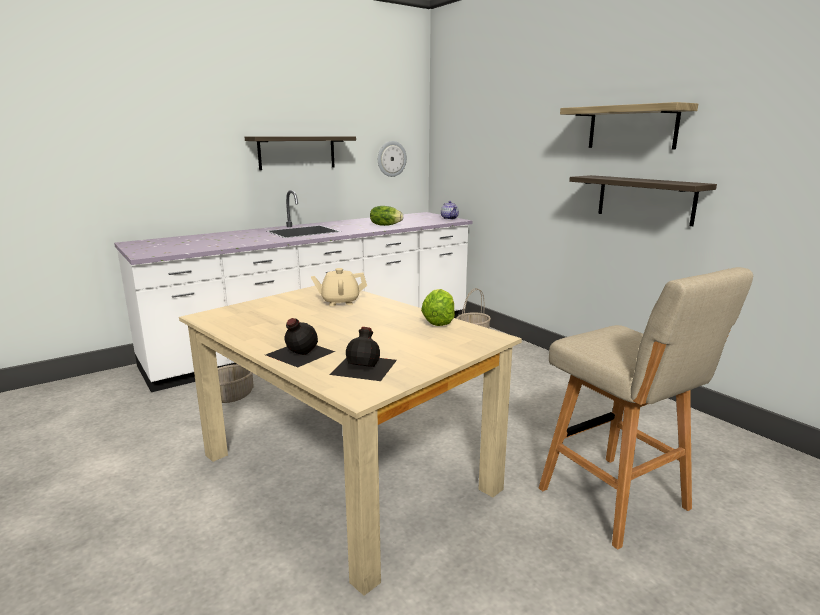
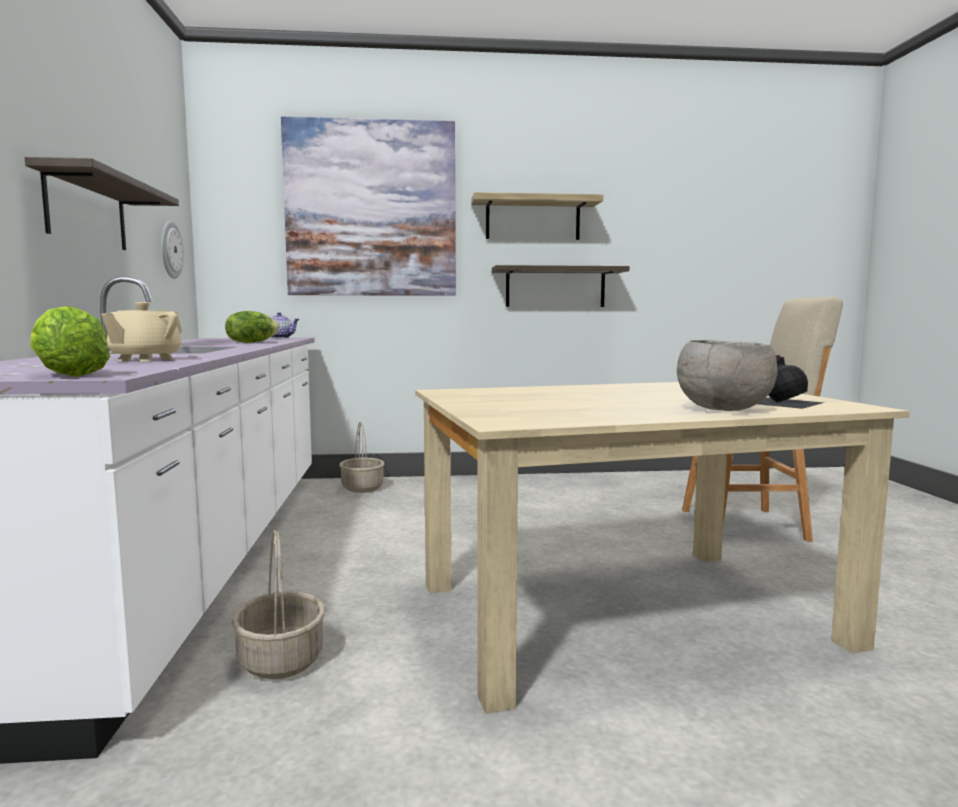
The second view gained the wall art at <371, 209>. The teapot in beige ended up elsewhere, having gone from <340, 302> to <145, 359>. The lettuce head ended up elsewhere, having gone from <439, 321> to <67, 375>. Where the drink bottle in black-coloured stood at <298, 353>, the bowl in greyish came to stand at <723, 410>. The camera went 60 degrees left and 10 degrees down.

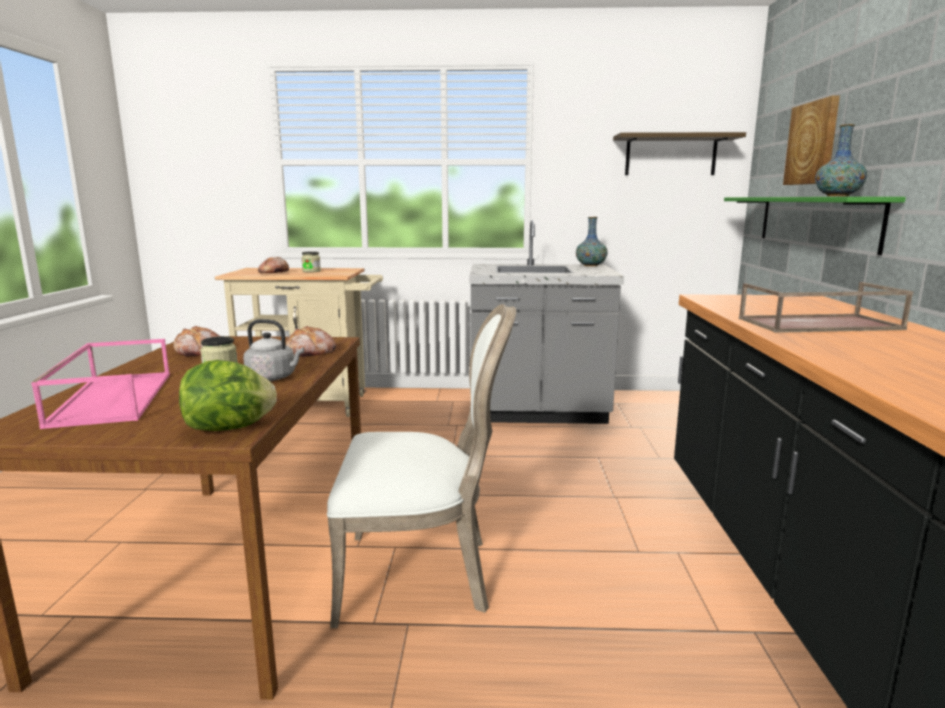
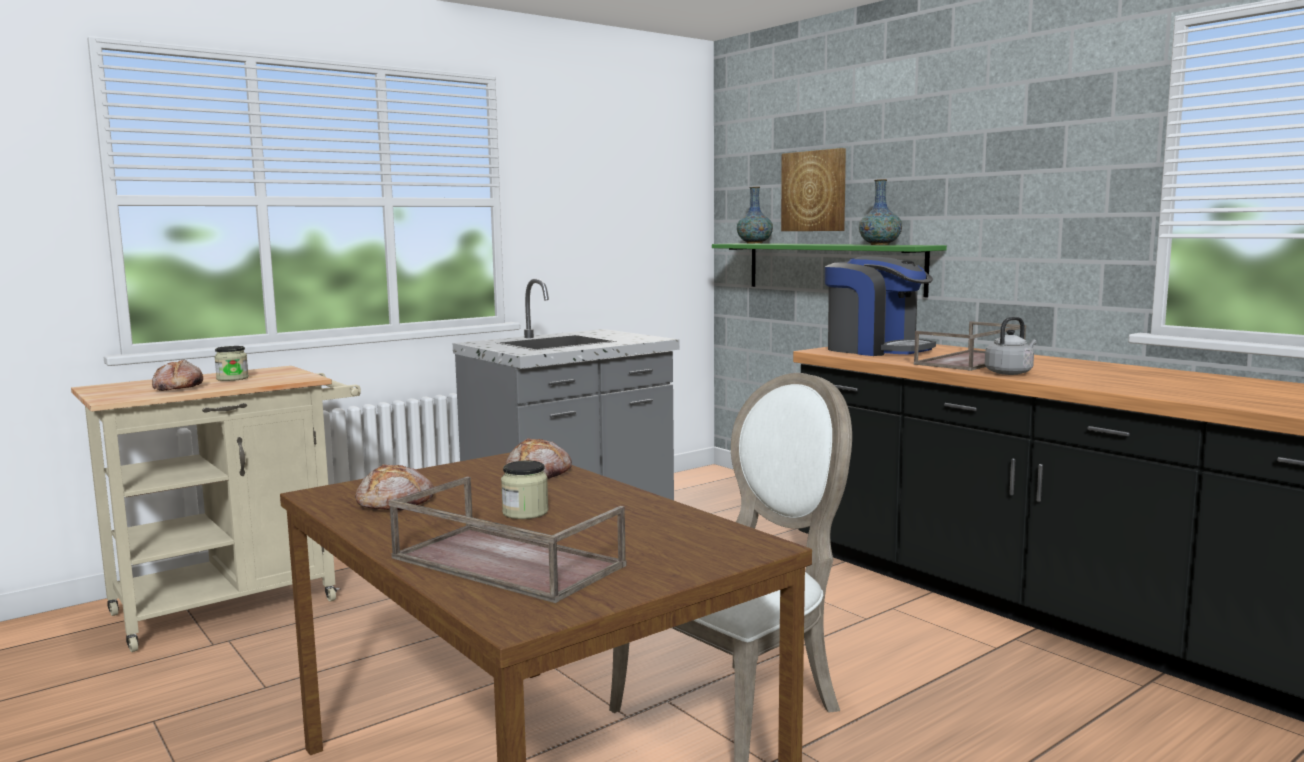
The second view lost the lettuce head at <229, 428>. The second view lost the bracket shelf at <670, 155>. The second view gained the coffee machine at <876, 350>. The kettle in greyish ended up elsewhere, having gone from <274, 378> to <1010, 373>. The flower vase ended up elsewhere, having gone from <590, 265> to <754, 243>. What was the carrying tray in pink at <111, 398> turned into the carrying tray in brownish at <503, 562>. The camera went 40 degrees left and 5 degrees down.

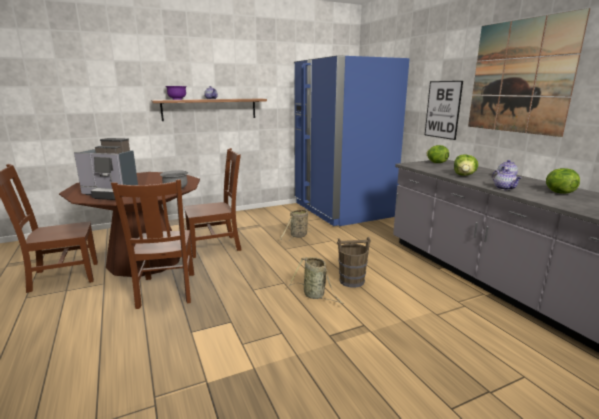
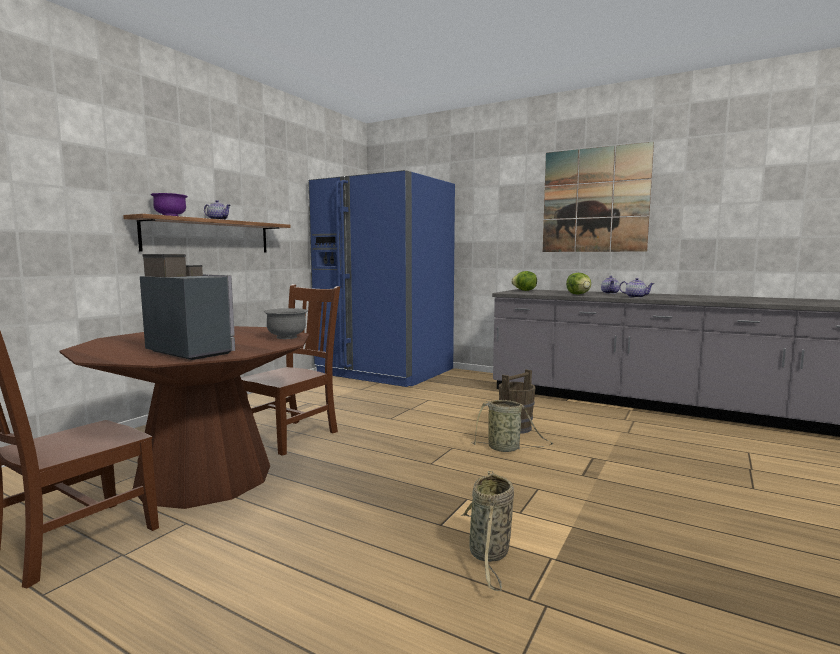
The second view lost the upright chair in brownish at <166, 291>. The second view lost the wall art at <443, 109>. The second view lost the lettuce head at <558, 192>. The household basket ended up elsewhere, having gone from <298, 236> to <489, 555>. The coffee machine at <110, 194> ended up facing another way, 120 degrees counterclockwise from before. The camera went 35 degrees left and 10 degrees down.

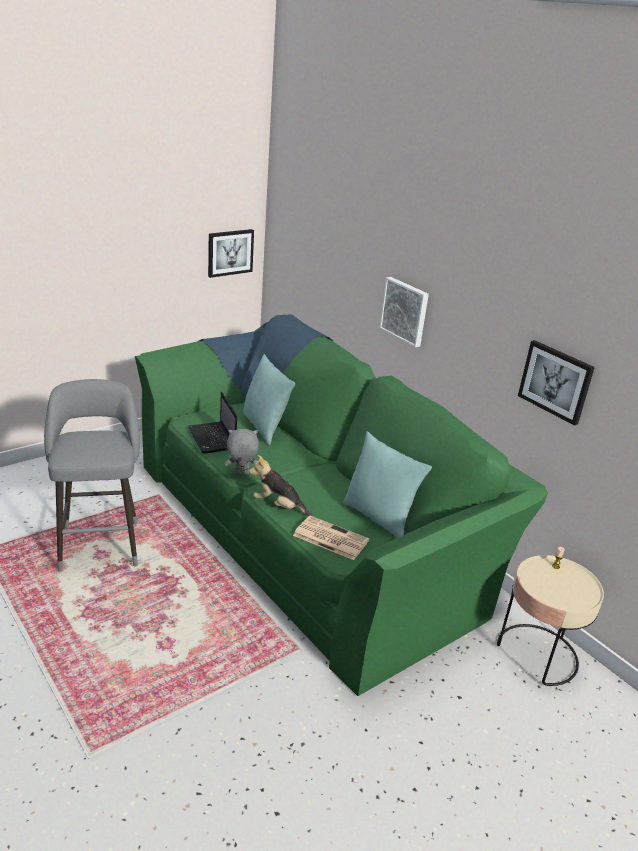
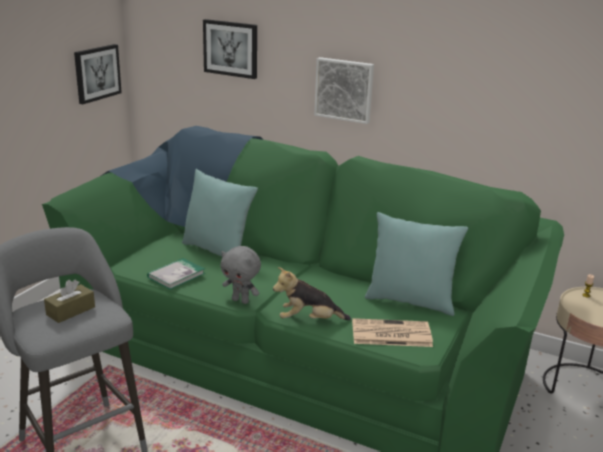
The second view gained the tissue holder in brownish at <70, 311>. The wall art ended up elsewhere, having gone from <556, 381> to <231, 48>. Where the notebook computer stood at <212, 439>, the volume came to stand at <176, 275>. The plush toy in greyish at <241, 474> ended up facing another way, 120 degrees counterclockwise from before. The camera went 25 degrees left and 5 degrees down.

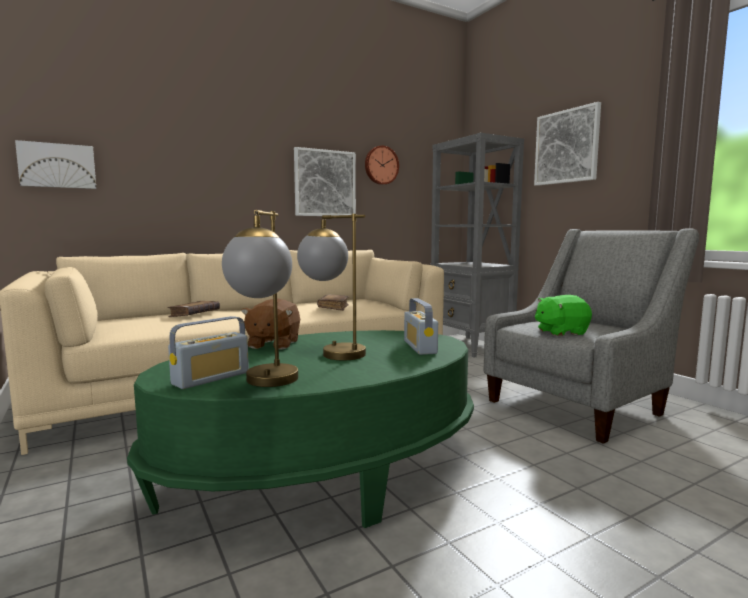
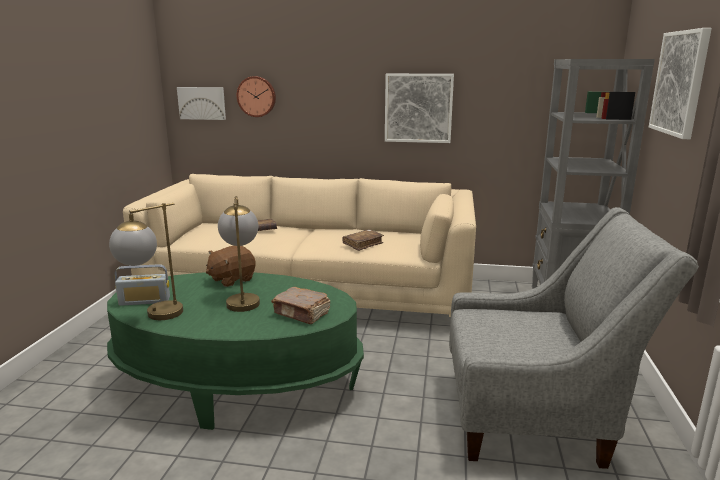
The second view lost the plush toy in greenish at <560, 332>. The clock on the wall ended up elsewhere, having gone from <381, 165> to <257, 96>. Where the radio set stood at <420, 347>, the volume in brownish came to stand at <302, 314>. The camera went 40 degrees right and 10 degrees up.

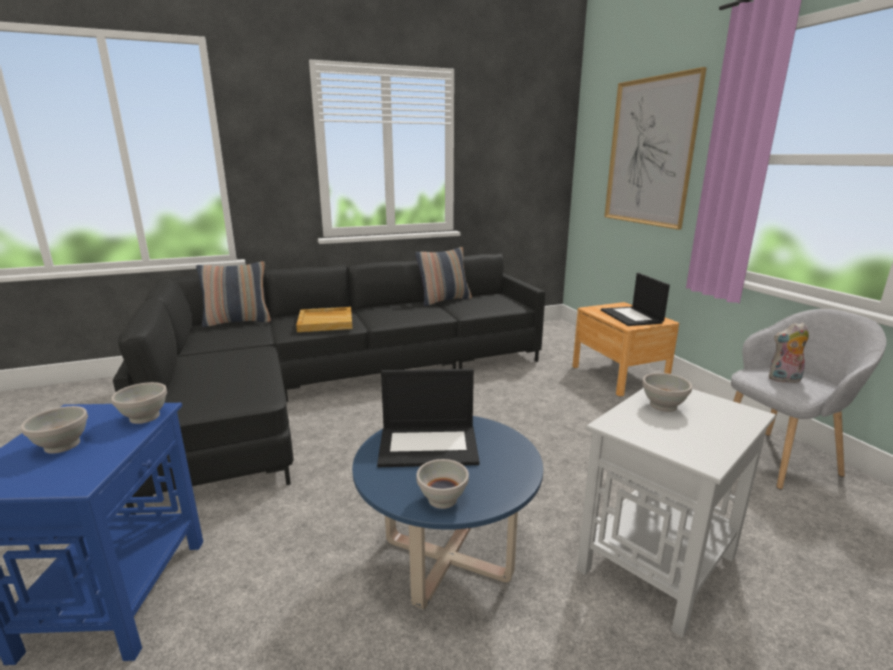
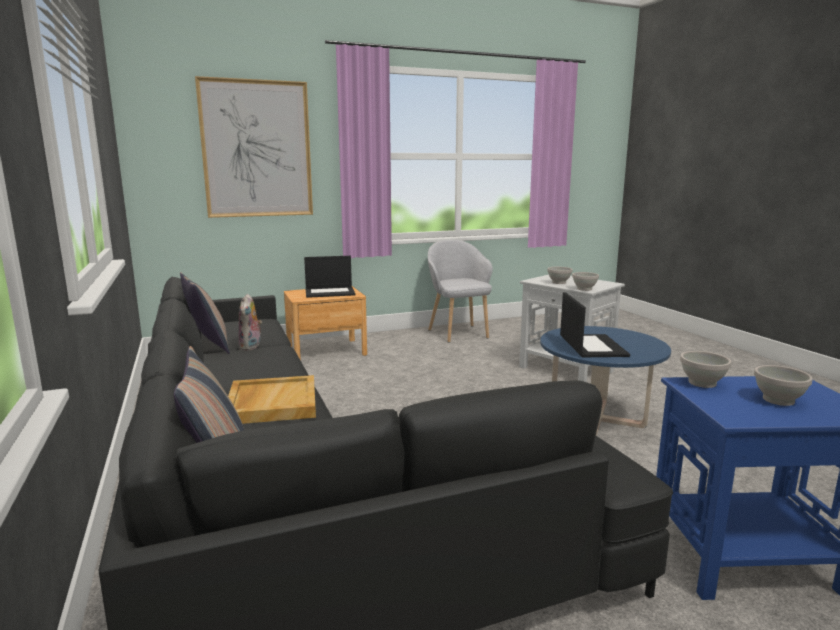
The bowl in white ended up elsewhere, having gone from <442, 500> to <585, 289>. The plush toy ended up elsewhere, having gone from <784, 380> to <251, 347>. The camera went 90 degrees left and 5 degrees down.

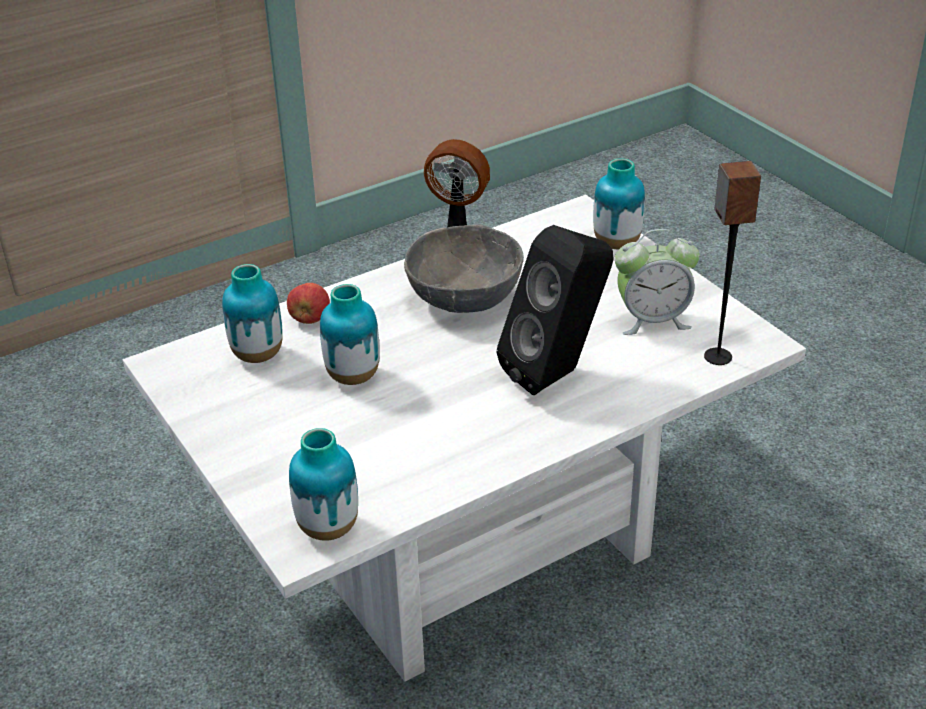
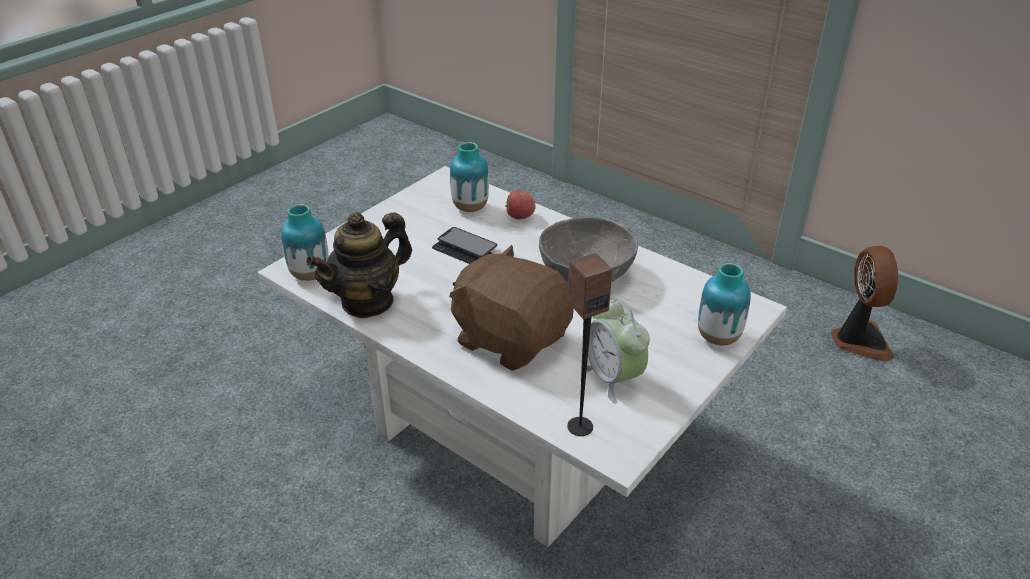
The second view gained the teapot at <367, 301>. Where the flower vase stood at <353, 376>, the handset came to stand at <464, 248>. Where the loudspeaker in black-coloured stood at <558, 374>, the plush toy in brownish came to stand at <511, 338>. The camera went 70 degrees right and 0 degrees up.

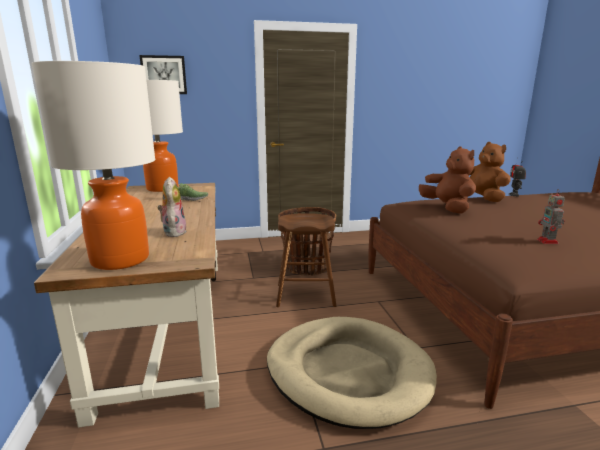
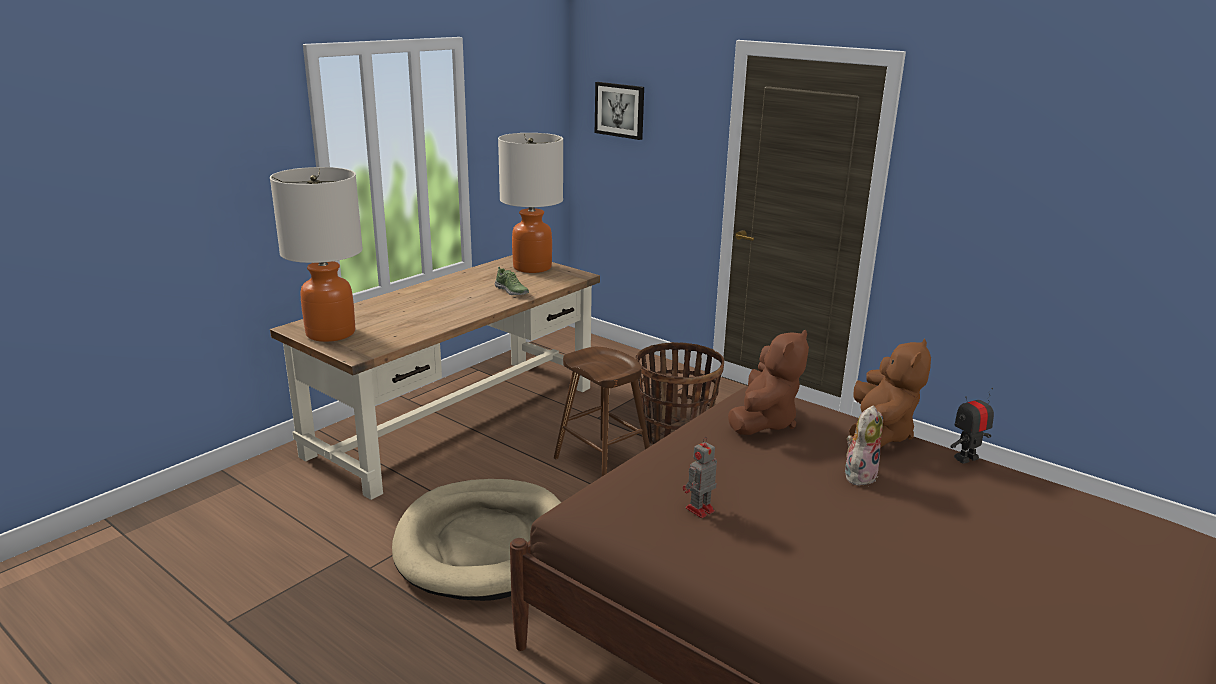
The plush toy ended up elsewhere, having gone from <173, 232> to <859, 475>. The camera went 50 degrees right and 5 degrees up.

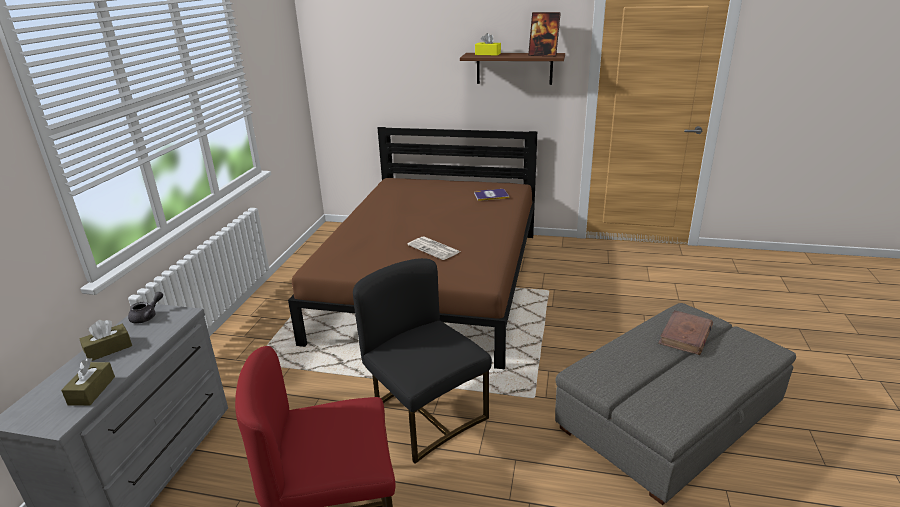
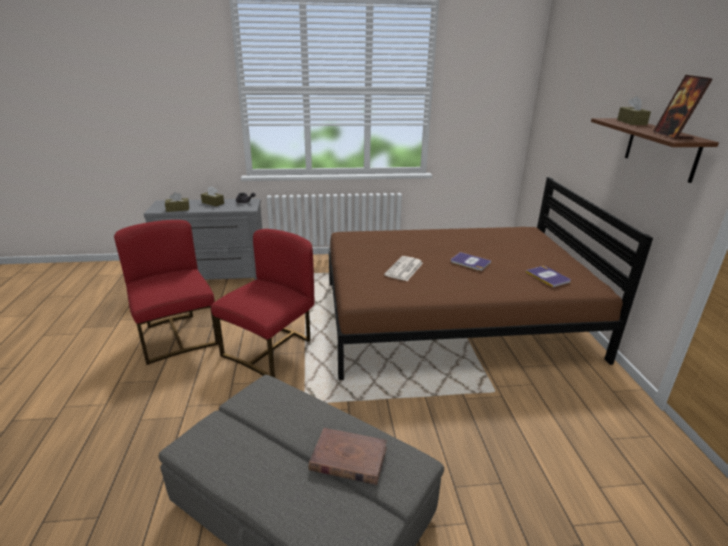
The second view gained the volume at <470, 262>. What was the upright chair in black-coloured at <425, 414> turned into the upright chair in red-coloured at <271, 350>. What was the tissue holder in yellow at <487, 54> turned into the tissue holder in brownish at <631, 122>. The camera went 70 degrees right and 0 degrees up.

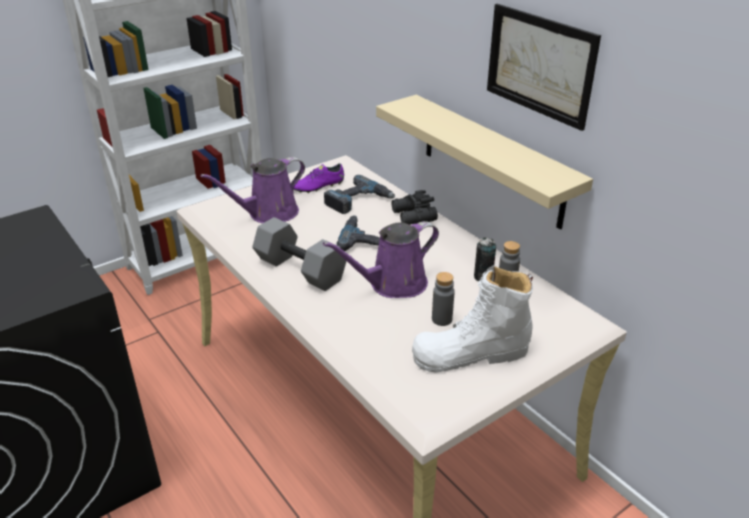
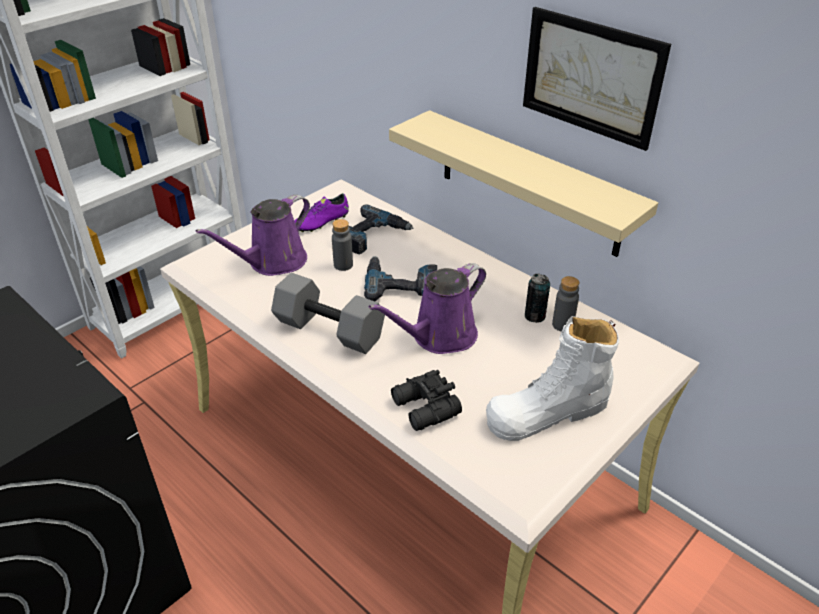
The field glasses in black-coloured ended up elsewhere, having gone from <413, 216> to <425, 409>. The drink bottle in greyish ended up elsewhere, having gone from <442, 319> to <343, 265>. The camera went 10 degrees left and 5 degrees up.

